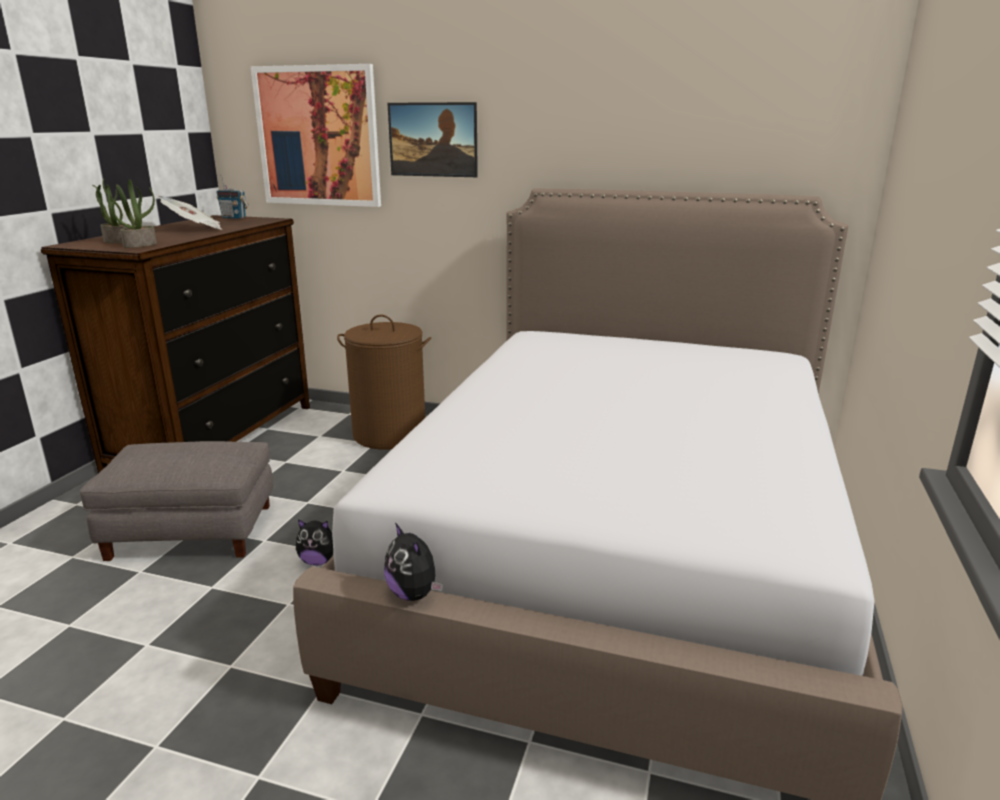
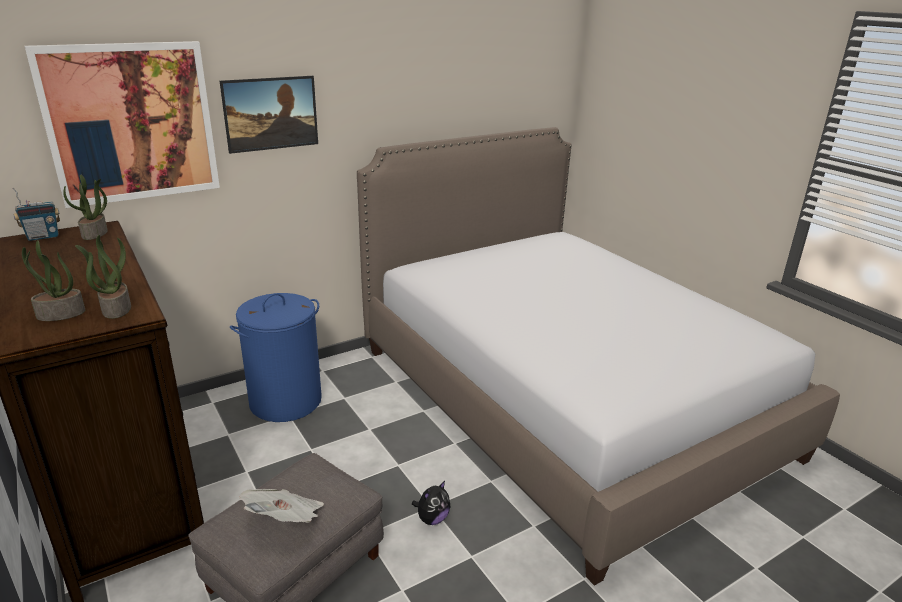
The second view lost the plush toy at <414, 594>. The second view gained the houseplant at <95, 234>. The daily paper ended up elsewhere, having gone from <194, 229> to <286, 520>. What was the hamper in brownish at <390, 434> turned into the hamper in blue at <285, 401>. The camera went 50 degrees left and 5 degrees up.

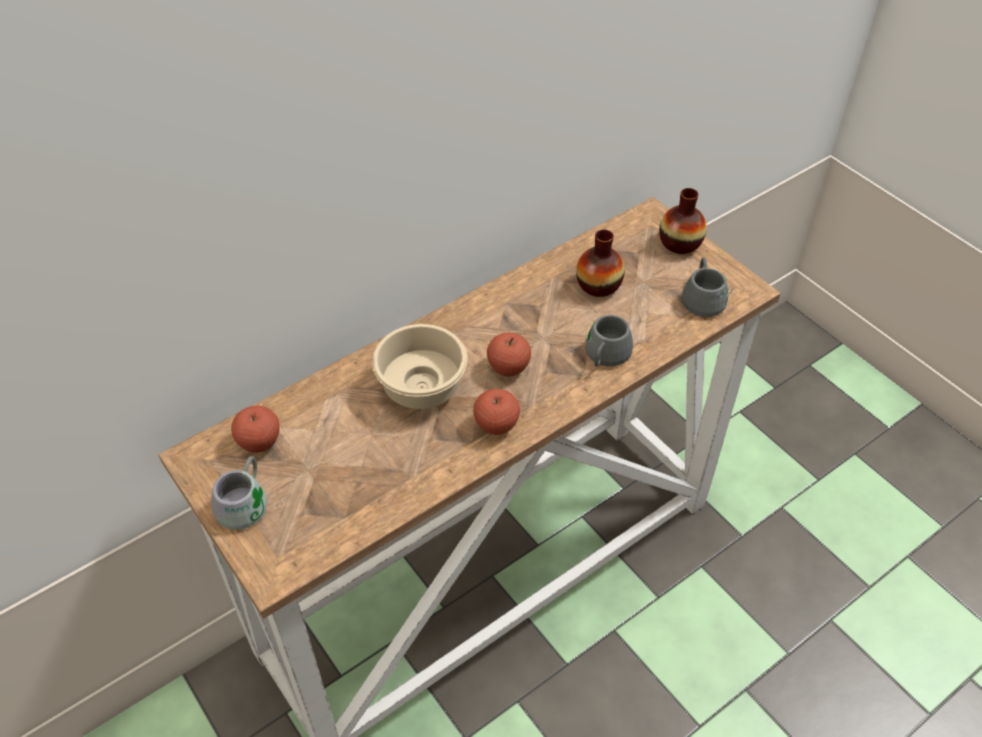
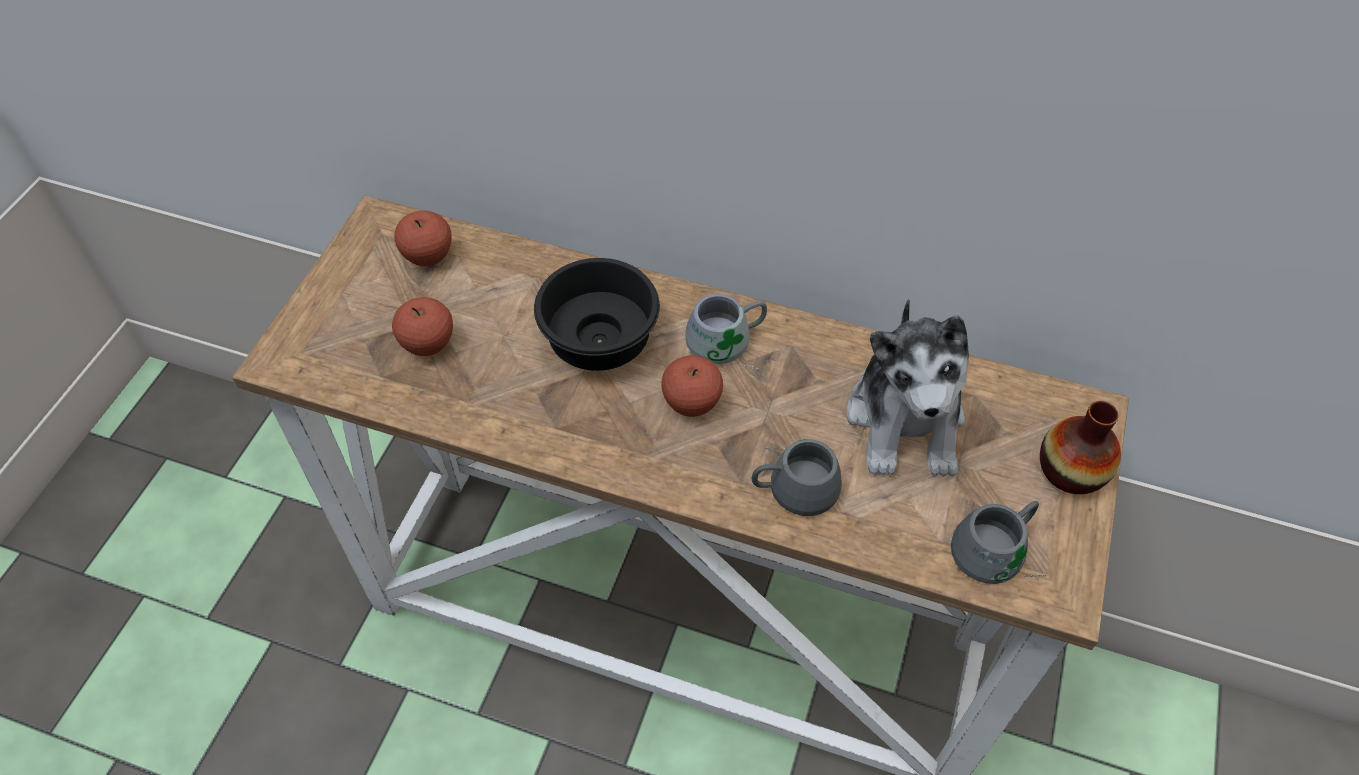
The mug in greyish ended up elsewhere, having gone from <250, 503> to <728, 344>. The whole apple ended up elsewhere, having gone from <496, 425> to <428, 344>. Where the flower vase stood at <598, 285>, the plush toy came to stand at <906, 421>. What was the bowl in beige at <420, 385> turned into the bowl in black-coloured at <600, 338>. The camera went 55 degrees right and 5 degrees up.

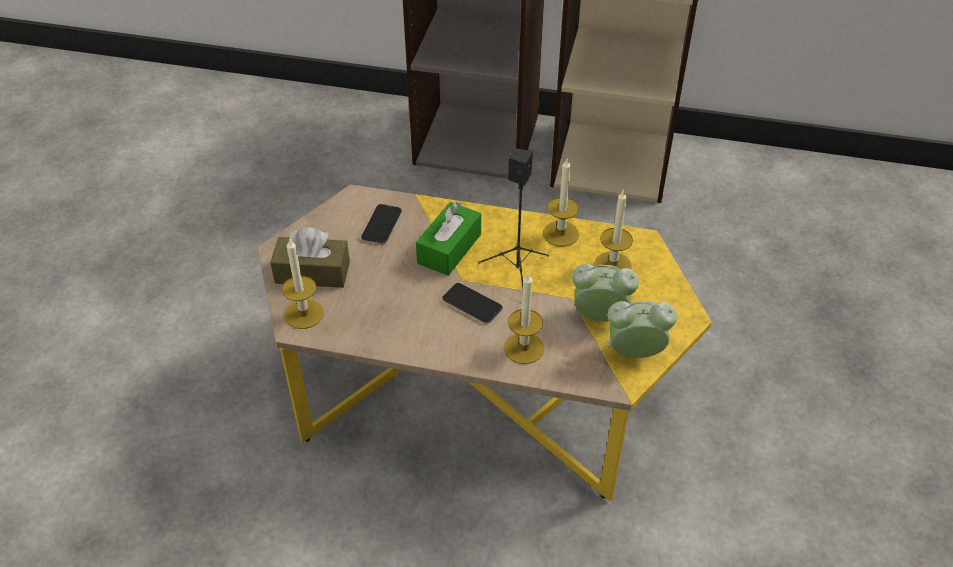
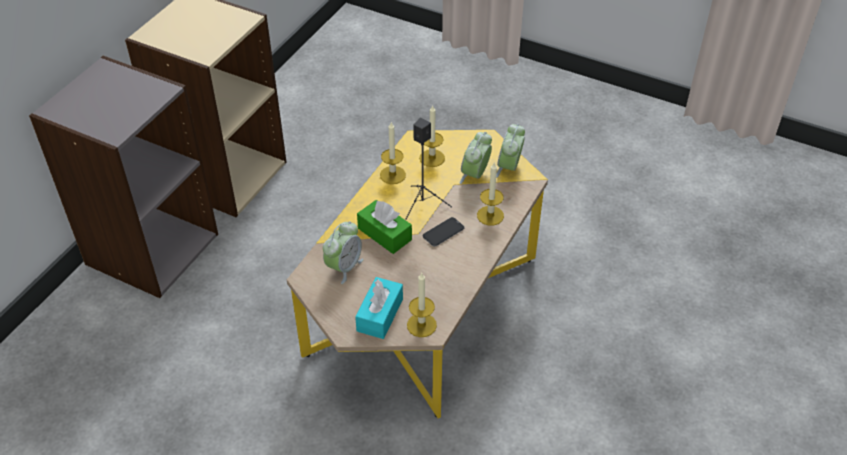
Where the handset stood at <381, 225>, the bedside clock came to stand at <344, 267>. What was the tissue holder in brownish at <312, 272> turned into the tissue holder in blue-green at <380, 315>. The camera went 75 degrees left and 0 degrees up.

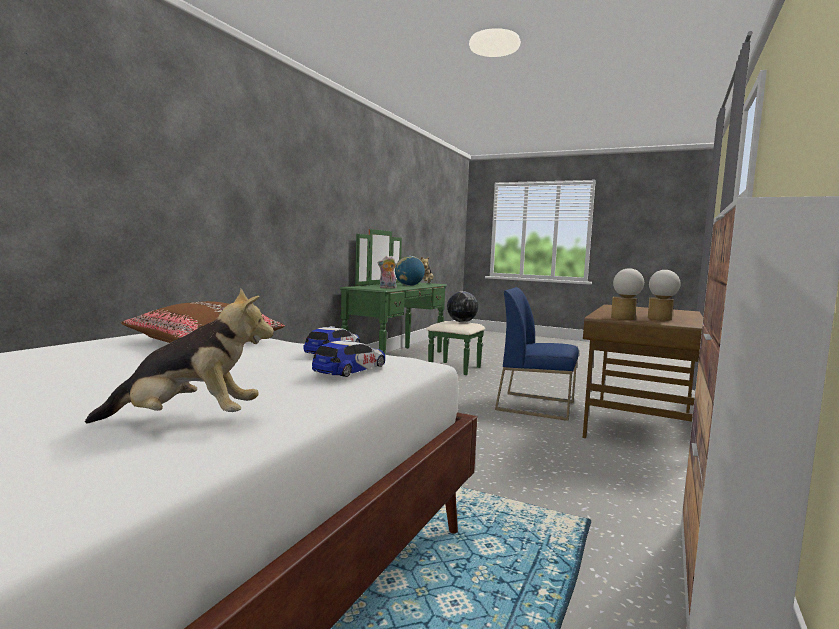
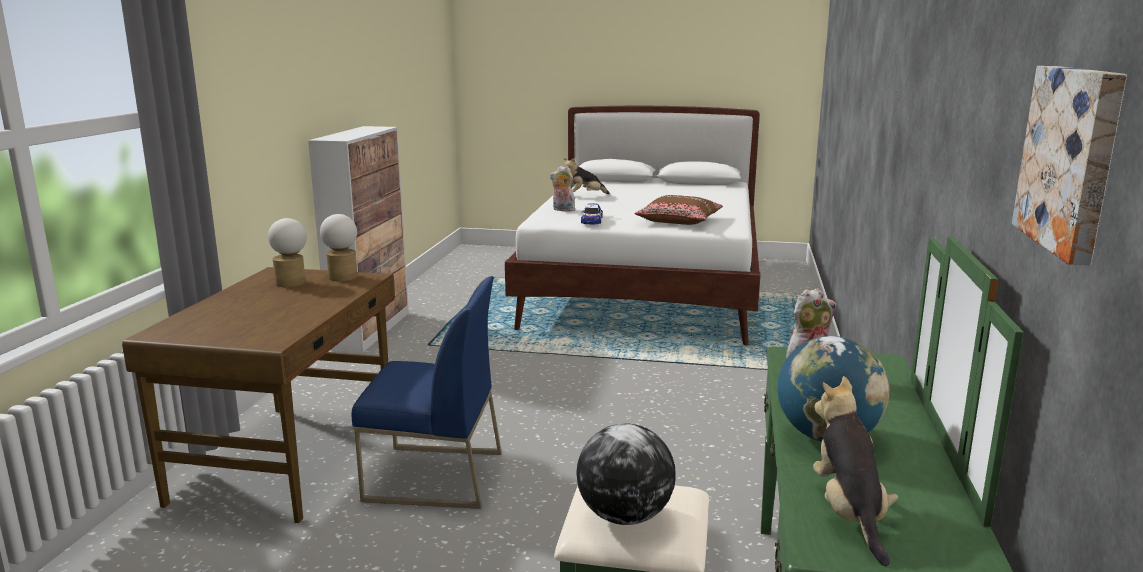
The second view gained the wall art at <1073, 159>. Where the toy car stood at <350, 368>, the plush toy came to stand at <562, 210>. The camera went 165 degrees right and 10 degrees up.

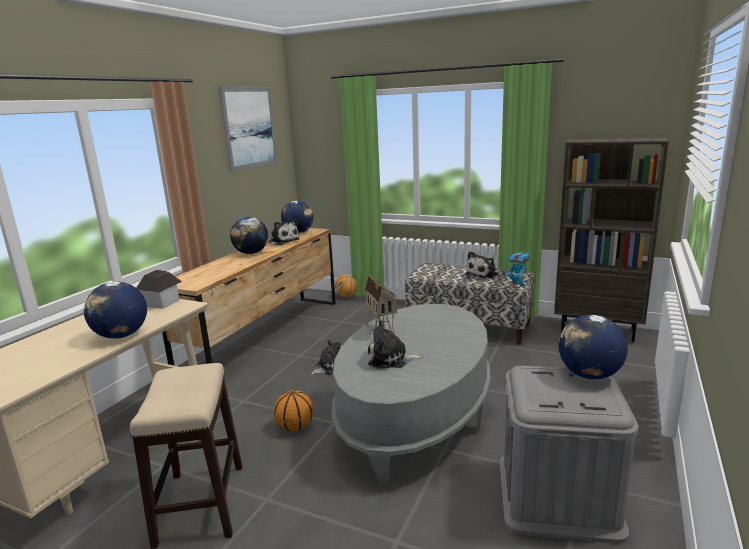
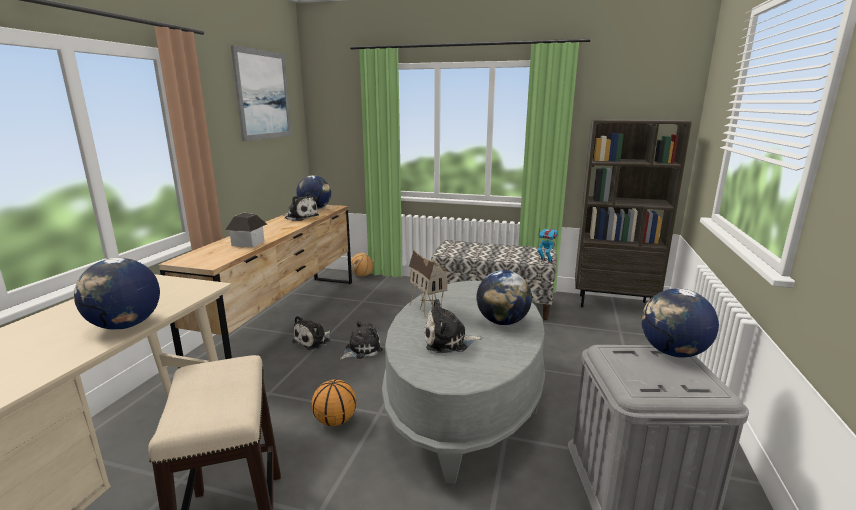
The miniature house ended up elsewhere, having gone from <162, 303> to <248, 243>. The desk globe ended up elsewhere, having gone from <251, 253> to <502, 322>. The plush toy ended up elsewhere, having gone from <483, 274> to <313, 341>. The camera went 10 degrees left and 0 degrees up.

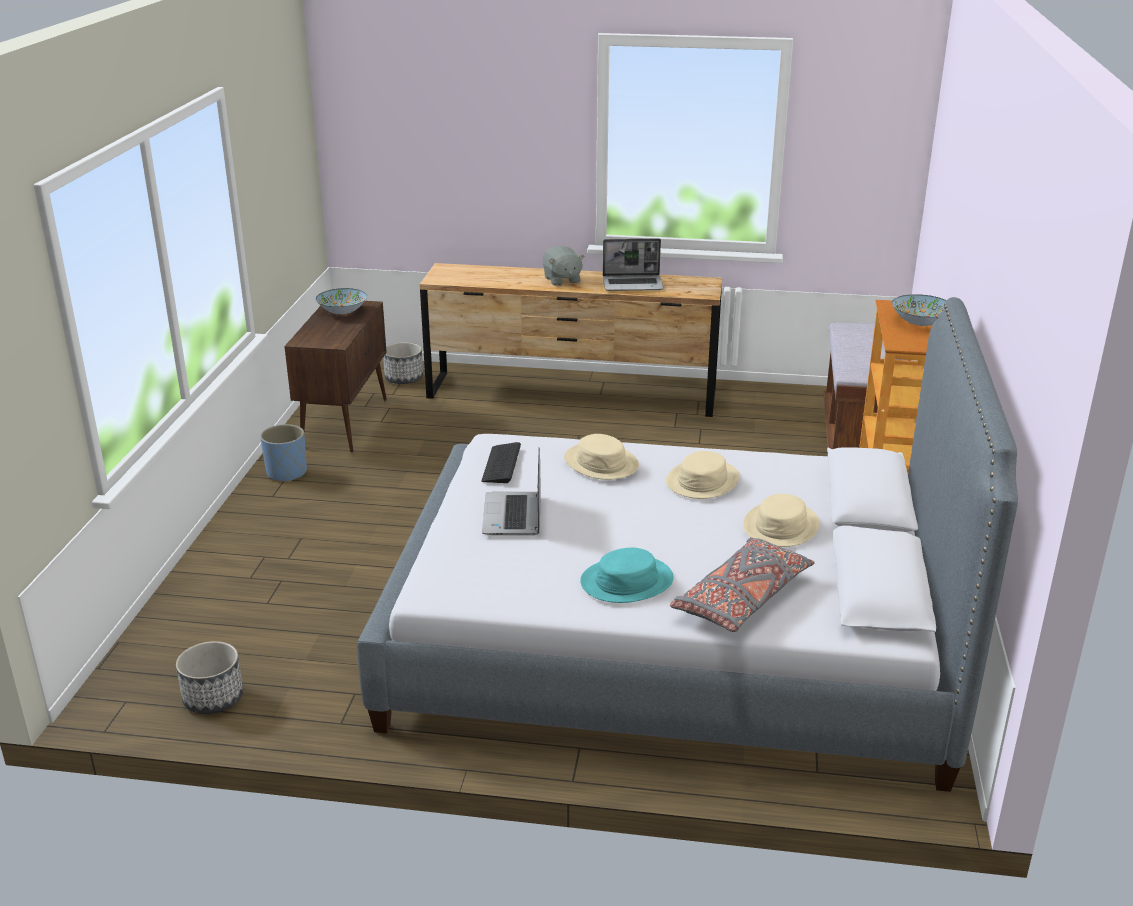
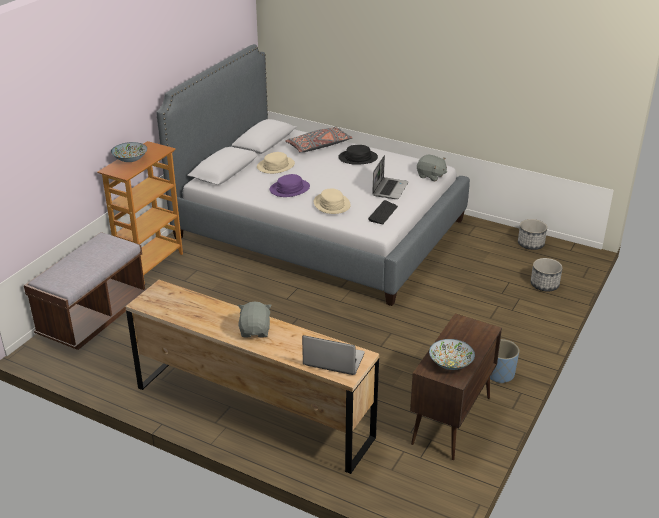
The second view gained the plush toy in greyish at <431, 176>. The flower pot ended up elsewhere, having gone from <404, 378> to <544, 285>. The notebook computer ended up elsewhere, having gone from <633, 284> to <332, 360>. What was the hat in blue-green at <626, 581> turned into the hat in black-coloured at <358, 158>. What was the hat in beige at <702, 480> turned into the hat in purple at <289, 189>. The camera went 160 degrees left and 5 degrees up.

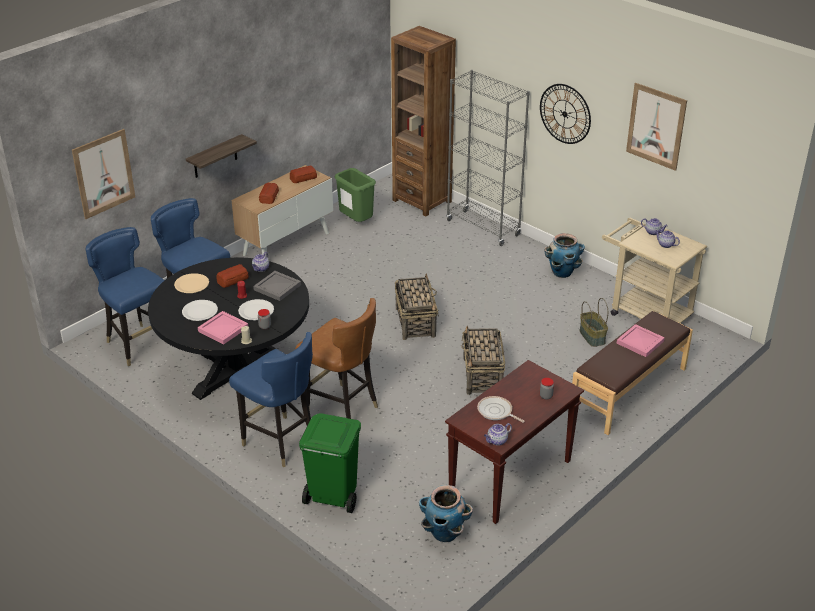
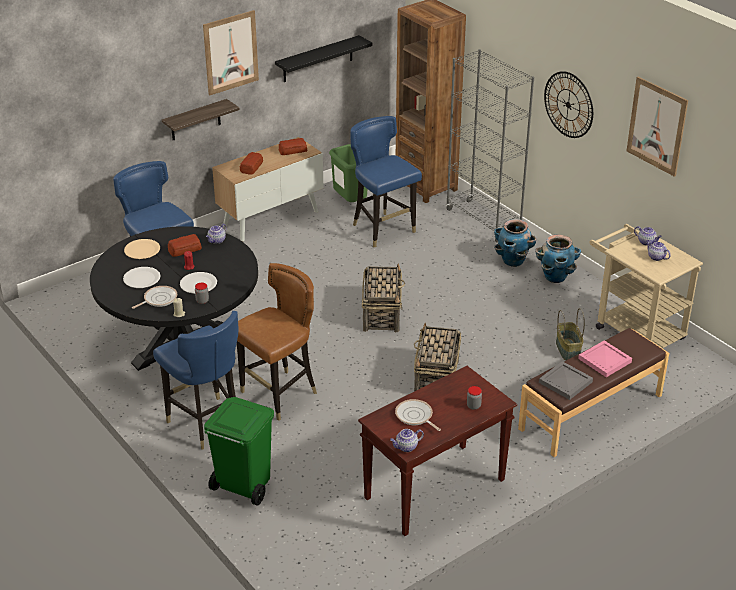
The second view gained the bracket shelf in black-coloured at <318, 59>. The wall art ended up elsewhere, having gone from <104, 173> to <231, 52>. The upright chair in blue ended up elsewhere, having gone from <139, 344> to <383, 230>. The carrying tray in greyish ended up elsewhere, having gone from <277, 288> to <565, 383>. The flower pot ended up elsewhere, having gone from <444, 533> to <513, 261>. Where the carrying tray in pink stood at <222, 329>, the skillet came to stand at <158, 299>. The upright chair in brownish at <342, 408> ended up facing another way, 90 degrees counterclockwise from before. The camera went 10 degrees right and 0 degrees up.

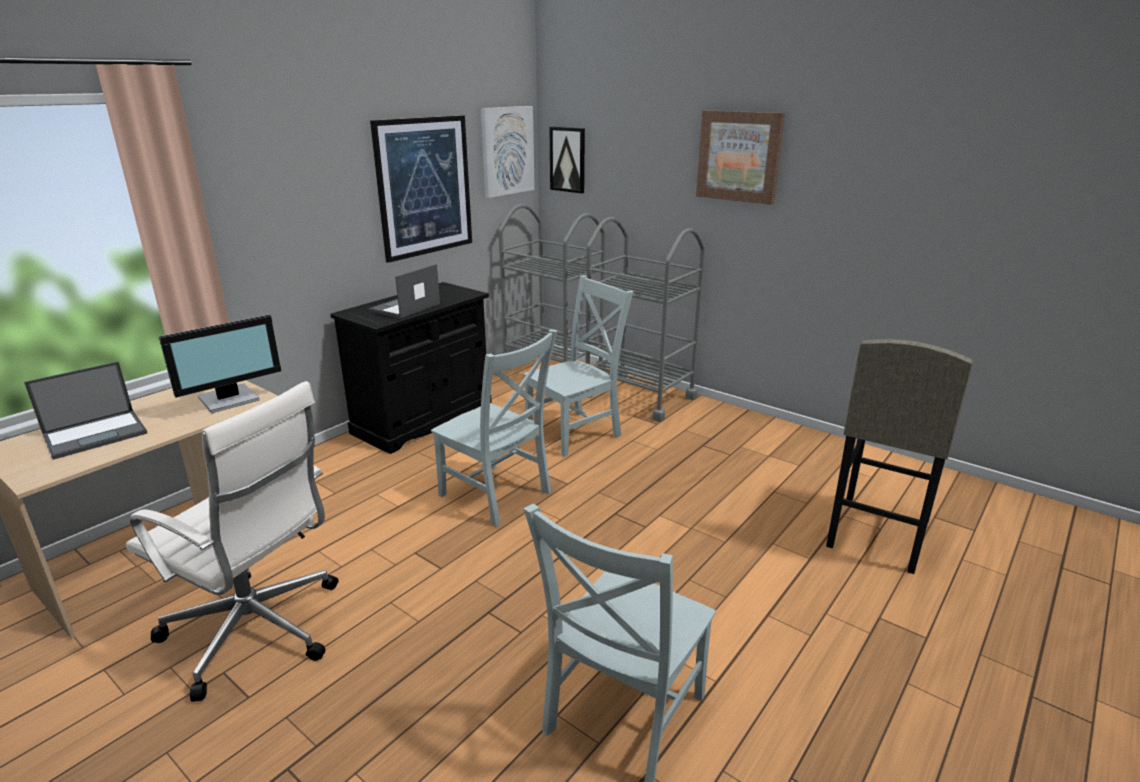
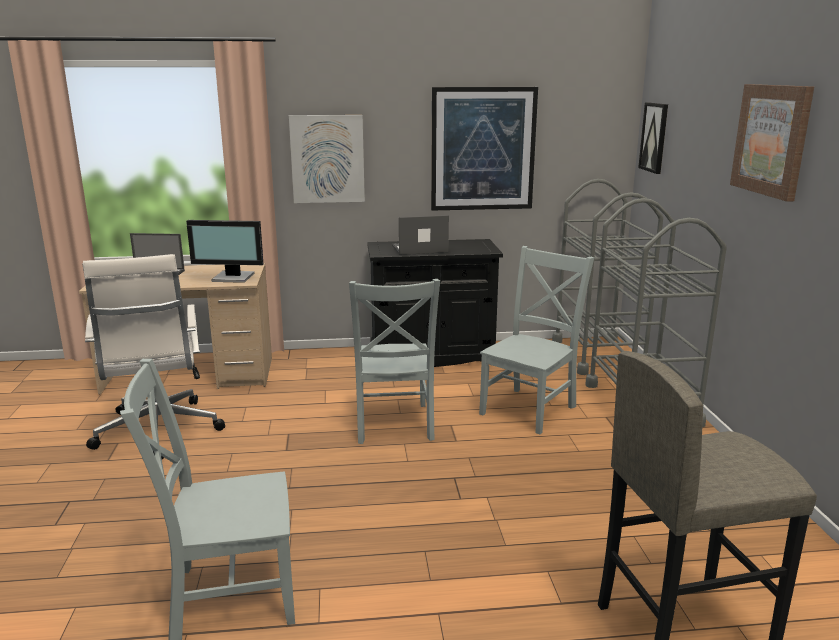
The wall art ended up elsewhere, having gone from <507, 151> to <327, 159>. The upright chair in greyish at <576, 432> ended up facing another way, 60 degrees counterclockwise from before. The camera went 45 degrees right and 5 degrees down.

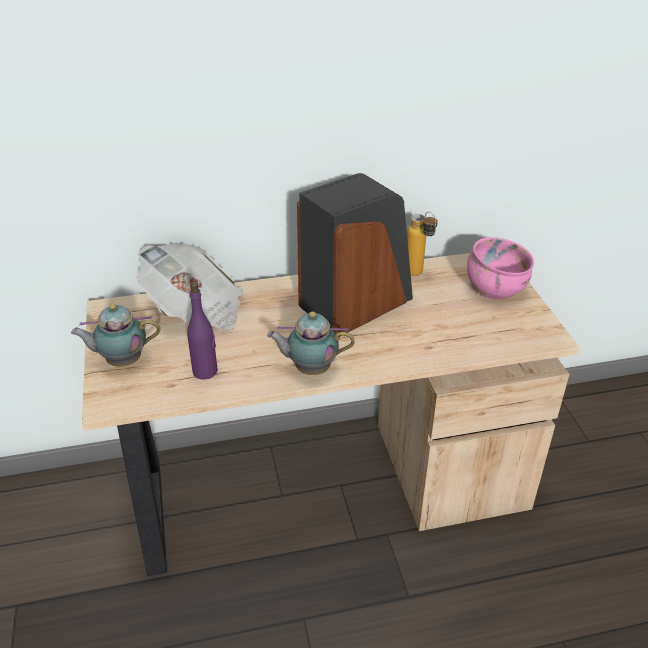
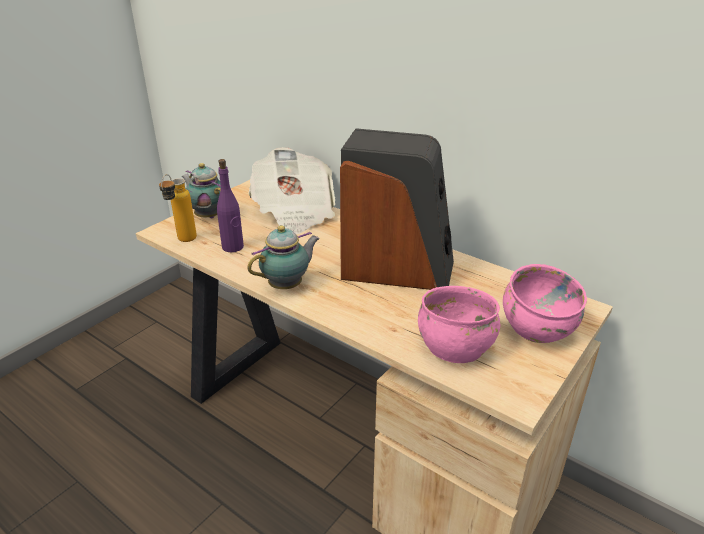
The second view gained the bowl in pink at <455, 347>. The drink bottle ended up elsewhere, having gone from <418, 275> to <183, 242>. The teapot at <310, 369> ended up facing another way, 90 degrees clockwise from before. The camera went 50 degrees right and 5 degrees down.

